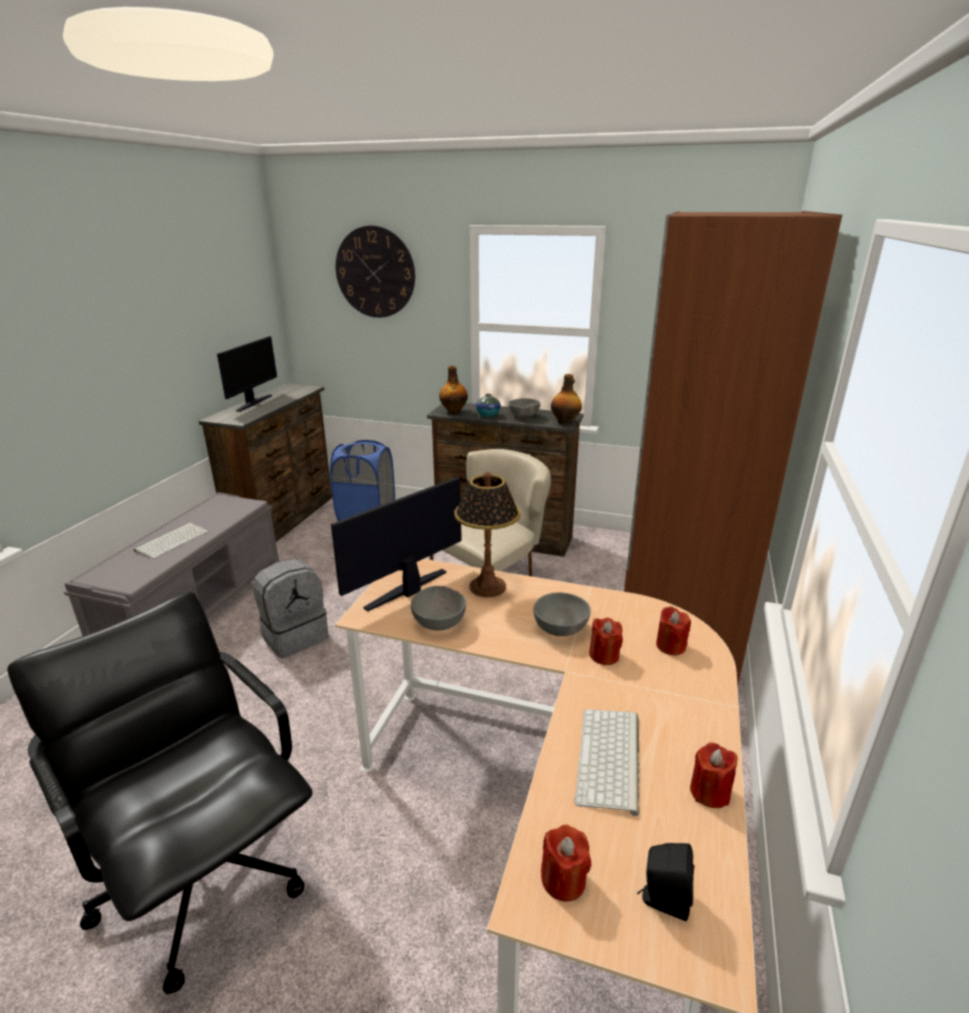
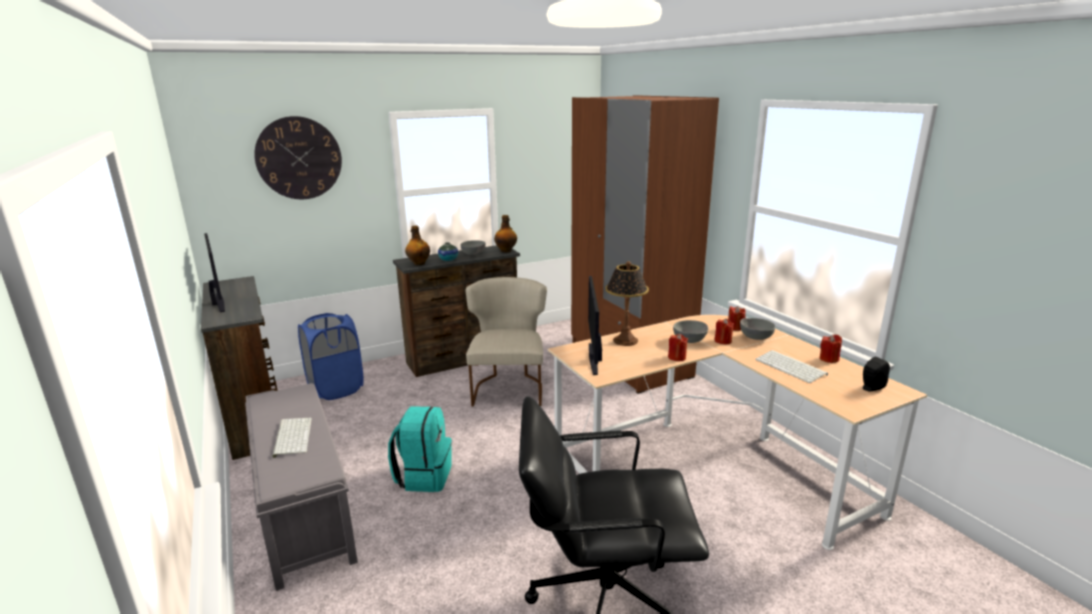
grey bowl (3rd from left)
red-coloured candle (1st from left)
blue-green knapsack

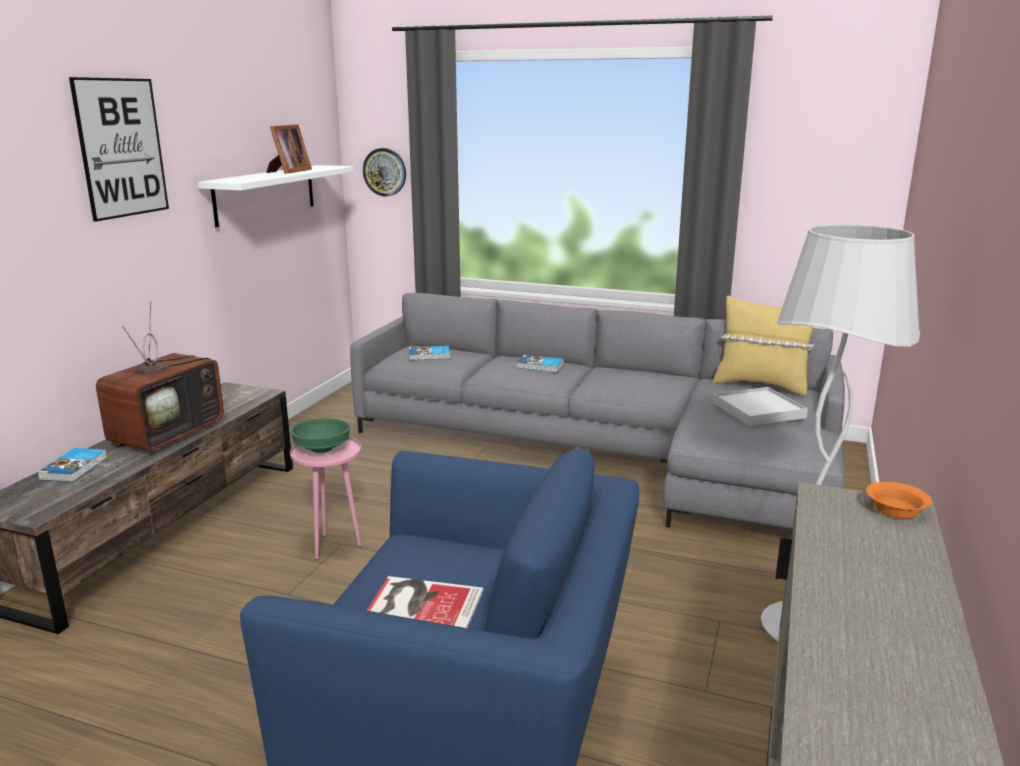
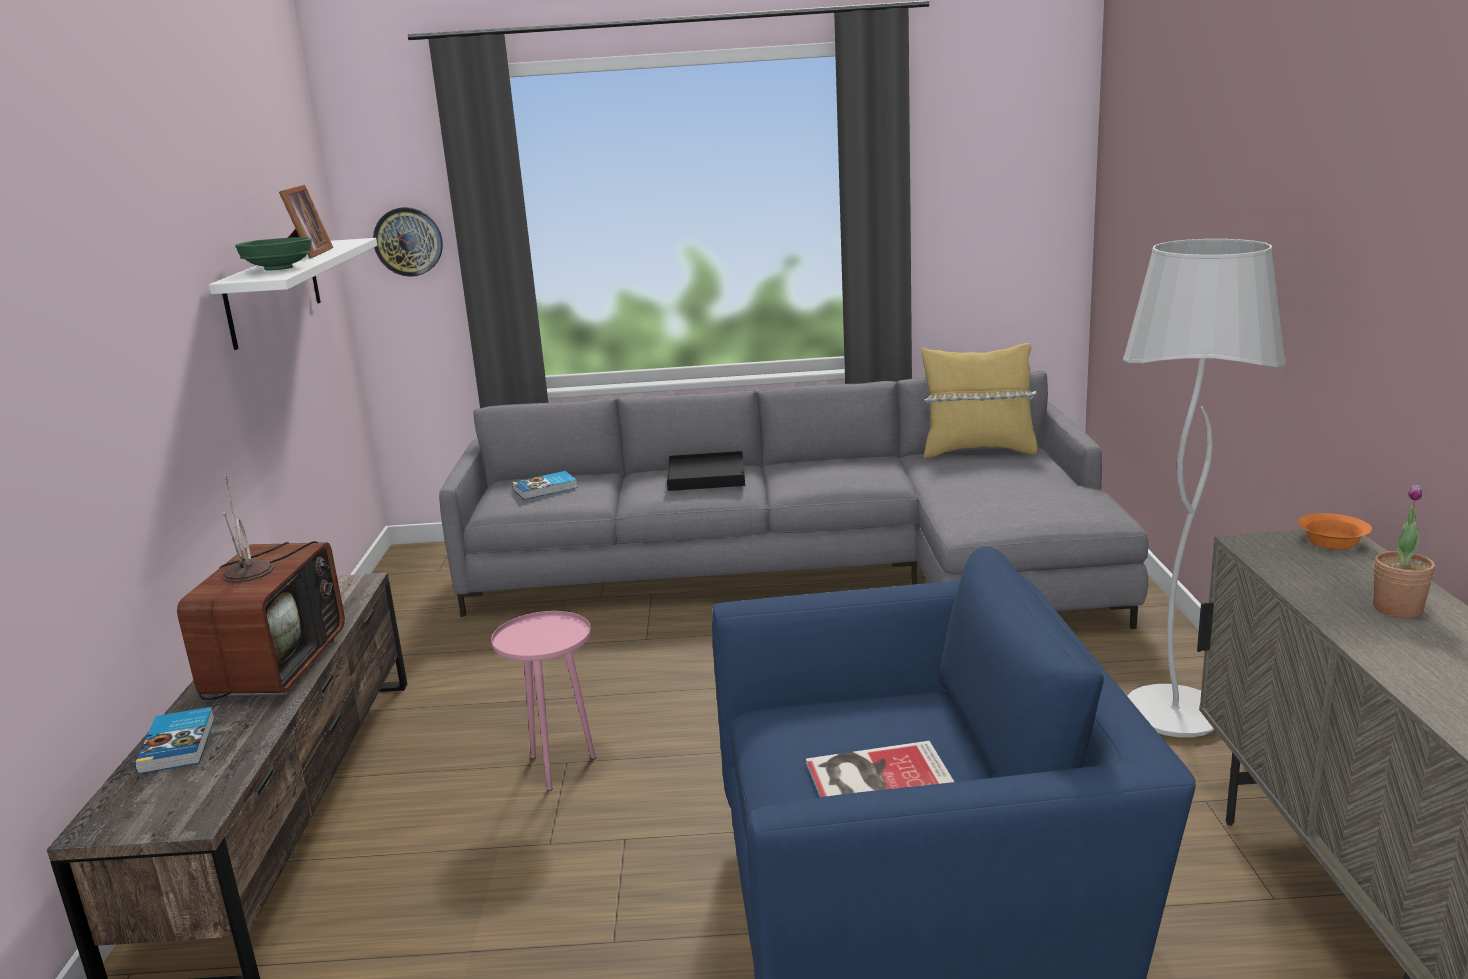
wall picture
white tray
plant in a pot
green bowl
black-coloured tray

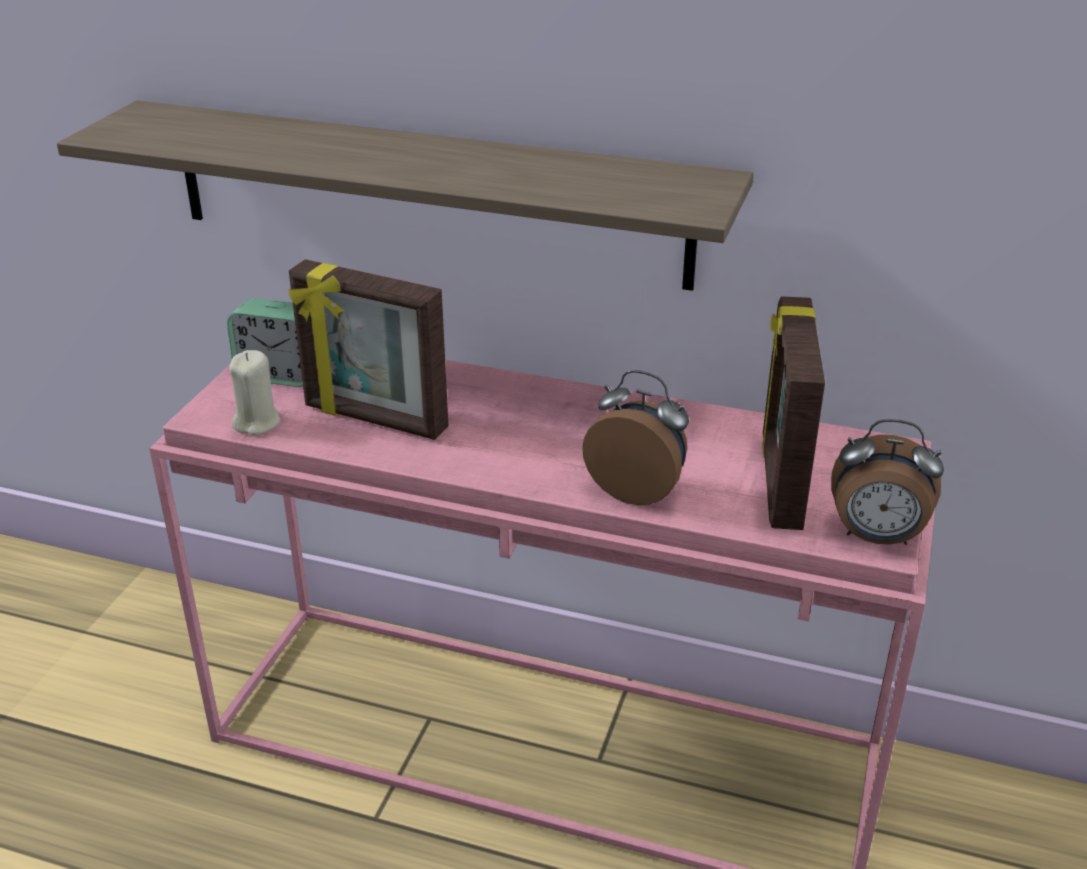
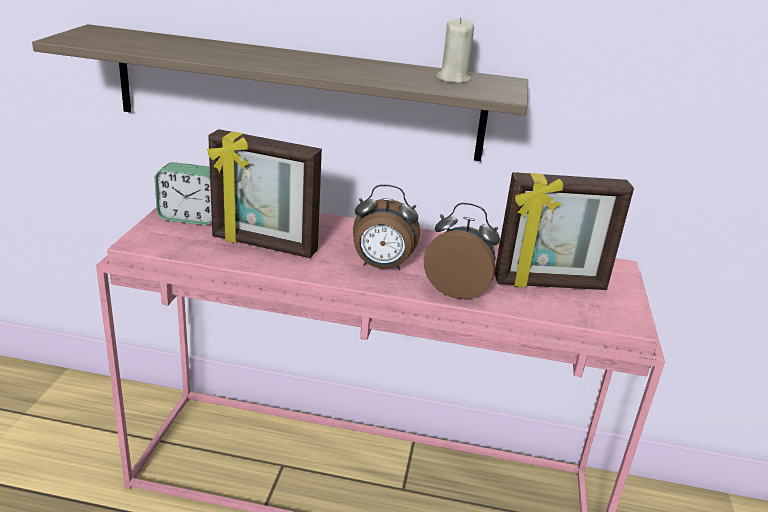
beige-coloured candle
table clock (2nd from left)
standing frame (2nd from left)

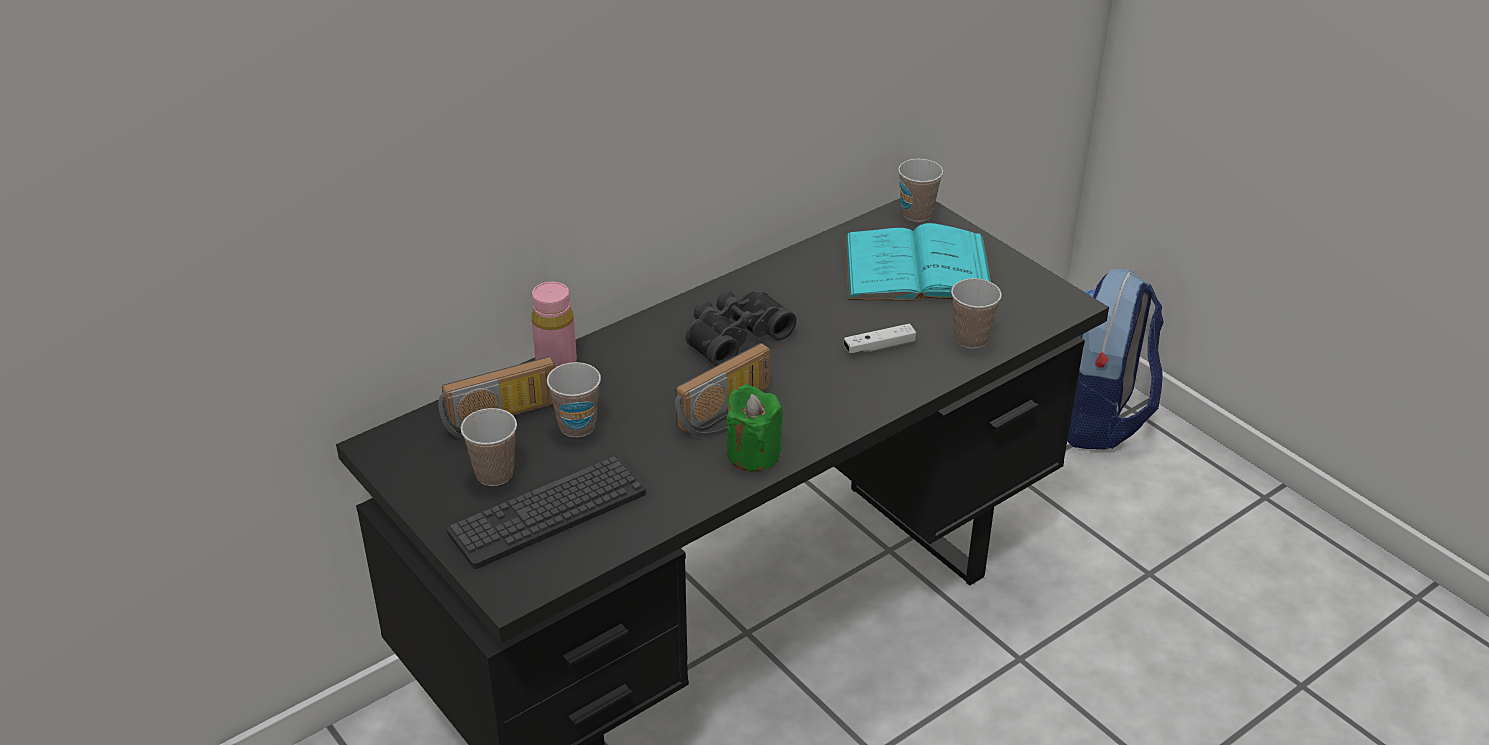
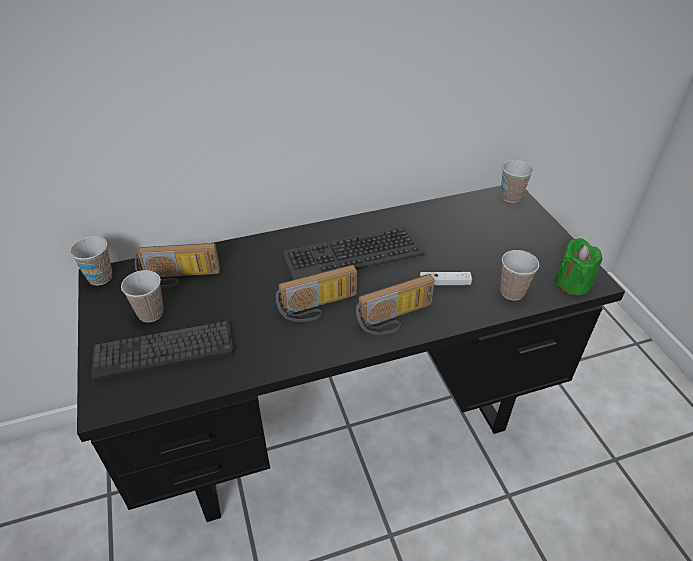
pinkish bottle
blue-green bound book
knapsack
radio receiver (3rd from left)
drinking cup (1st from left)
green candle
PC keyboard (2nd from left)

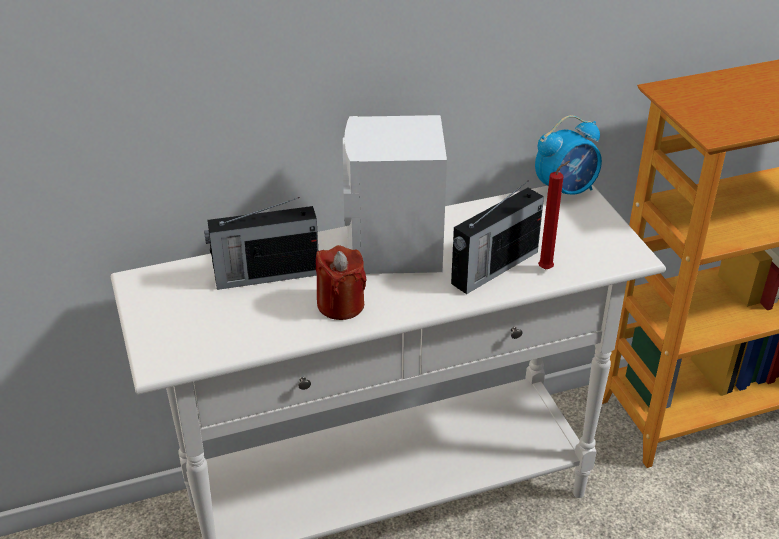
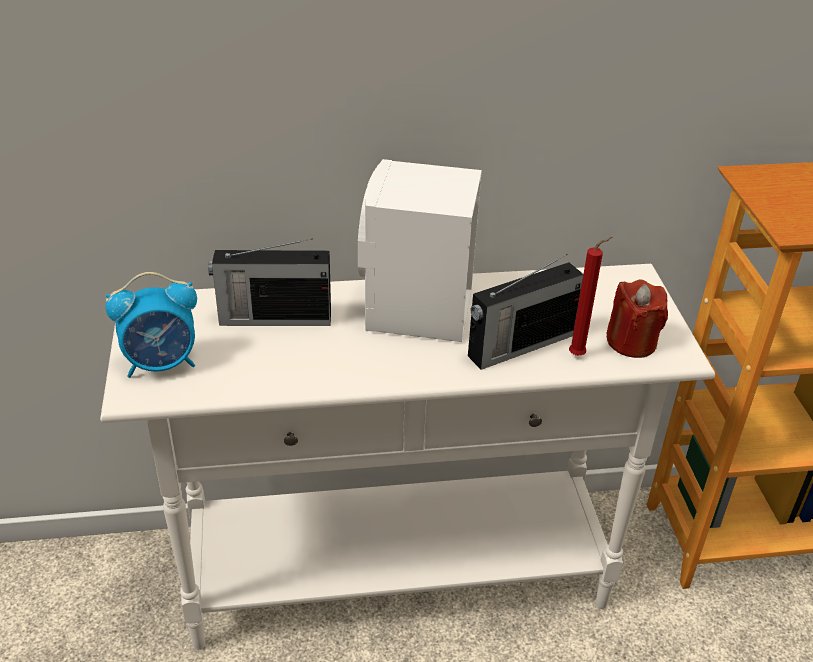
red-coloured candle (2nd from left)
table clock

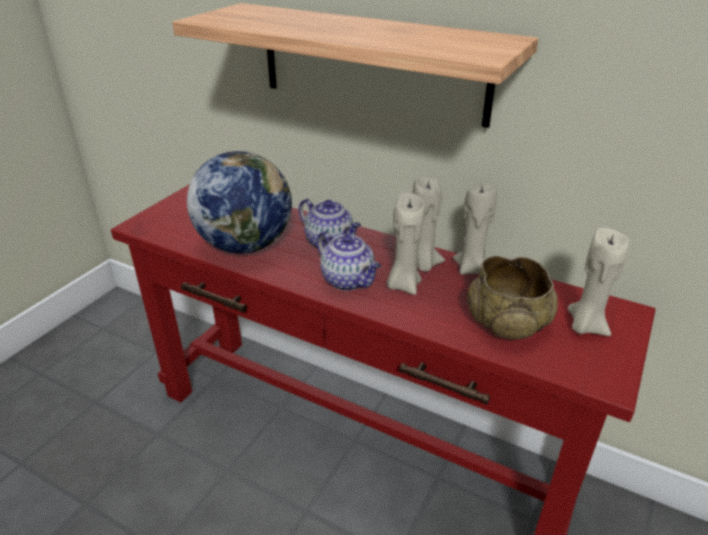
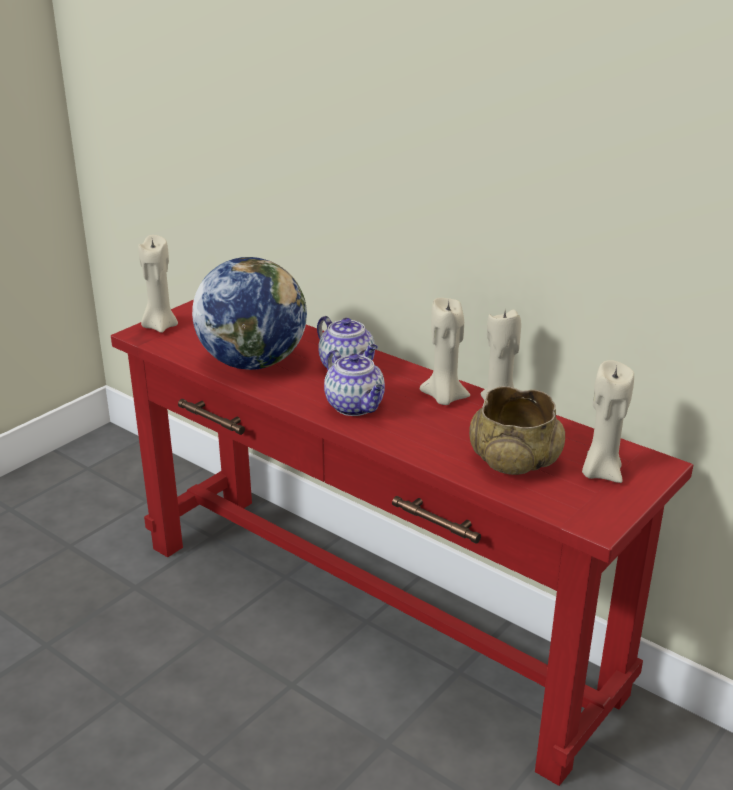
wall shelf
beige-coloured candle (1st from left)

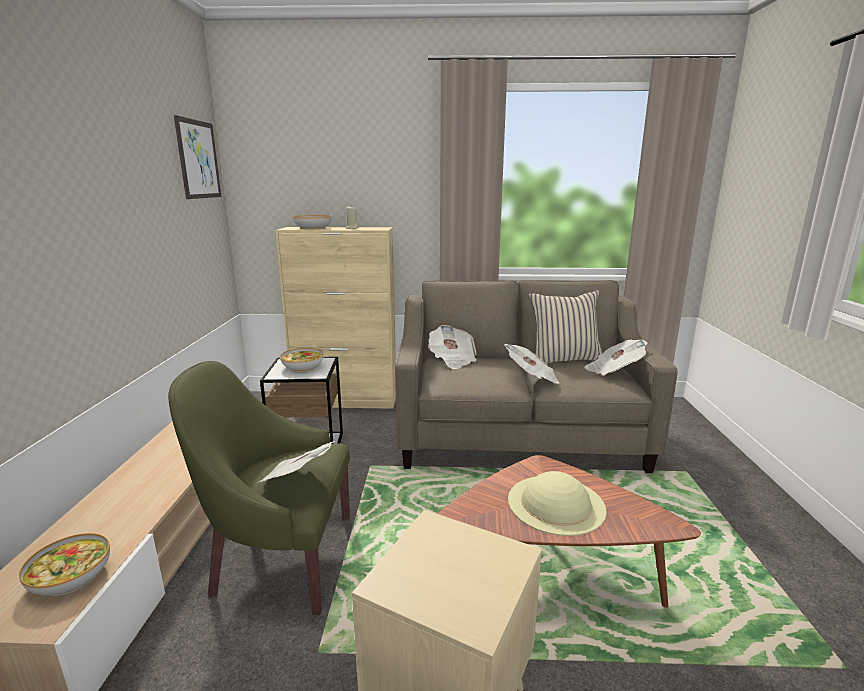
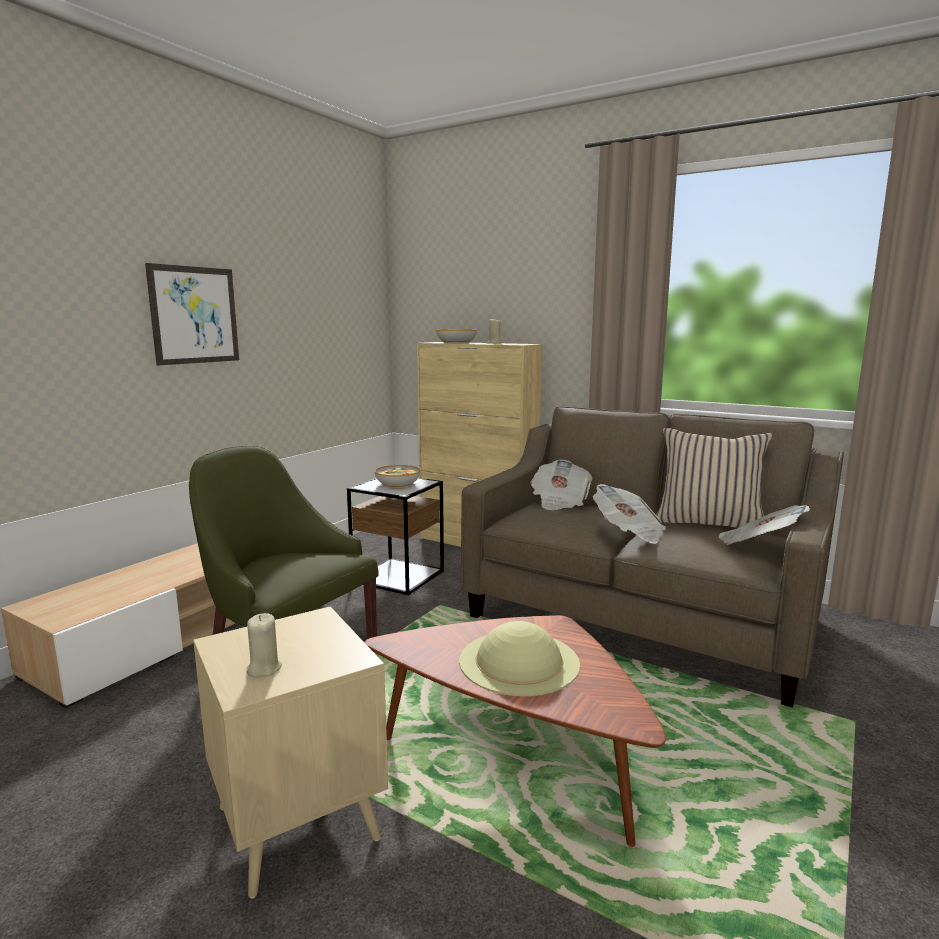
bowl (1st from left in the first image)
printed paper (1st from left in the first image)
beige-coloured candle (1st from left)
wall picture

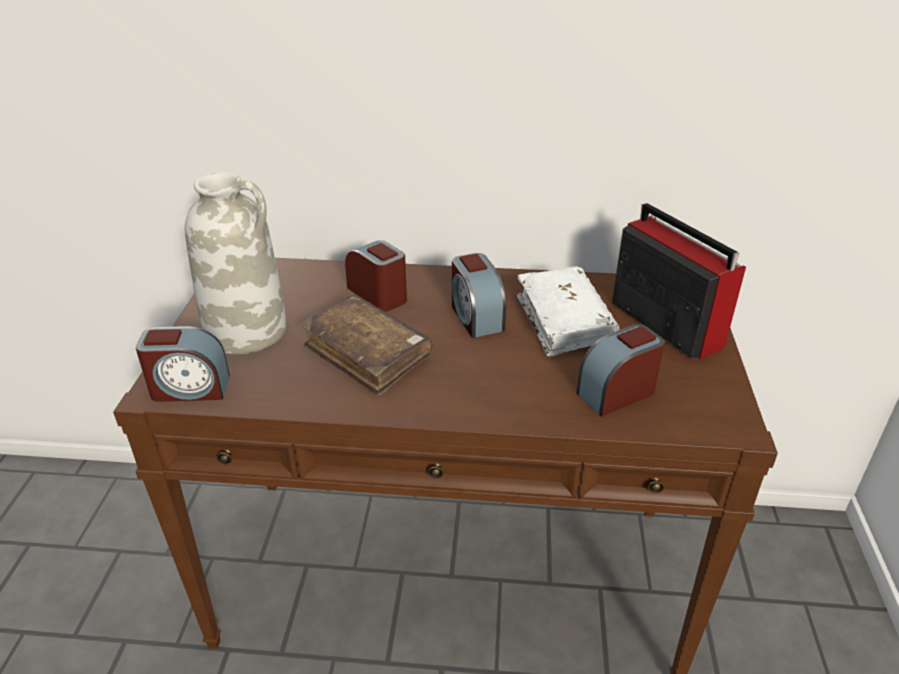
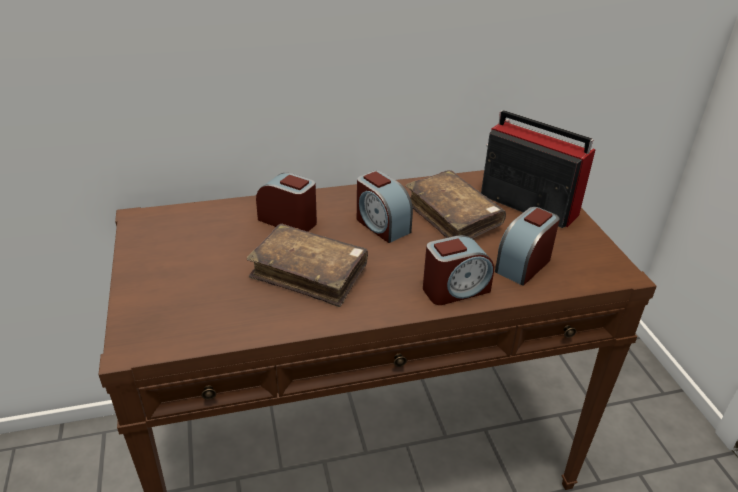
white vase
table clock (3rd from left)
brown bound book (2nd from left)

